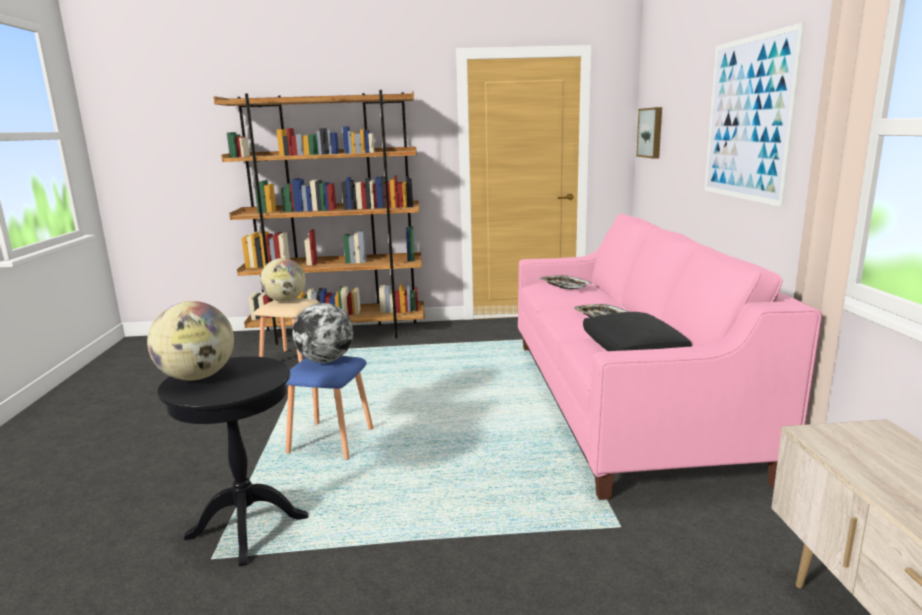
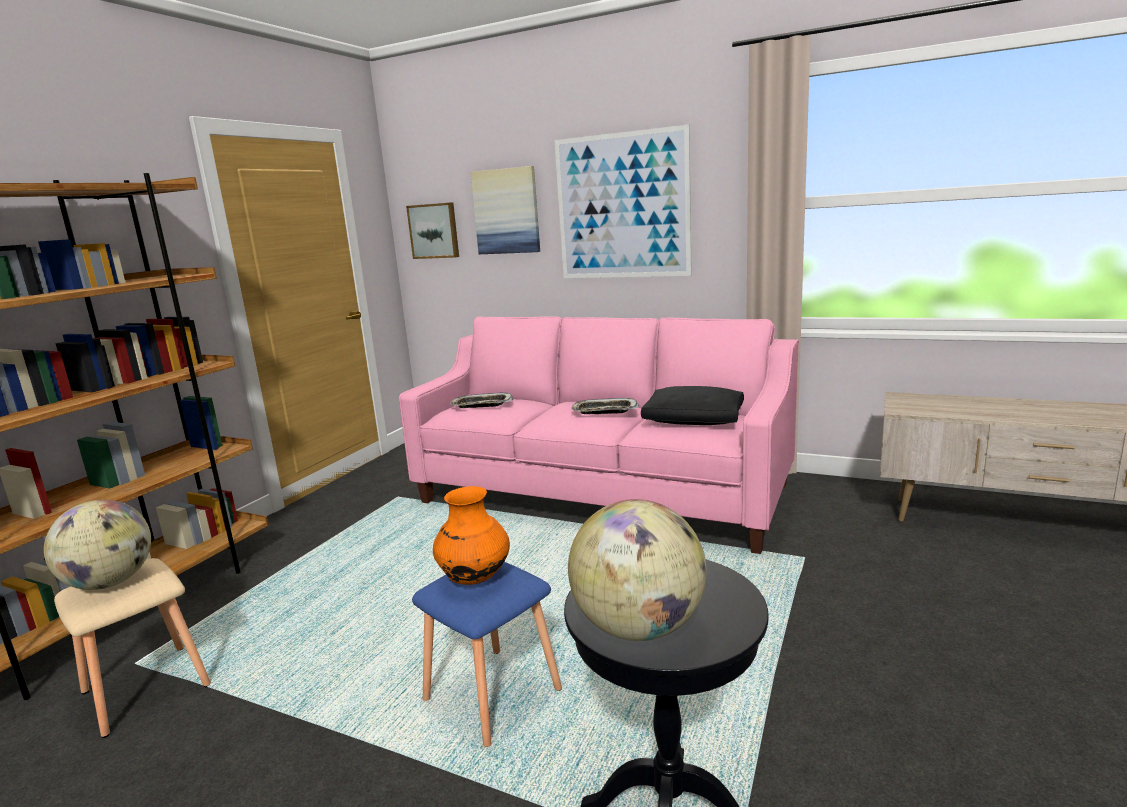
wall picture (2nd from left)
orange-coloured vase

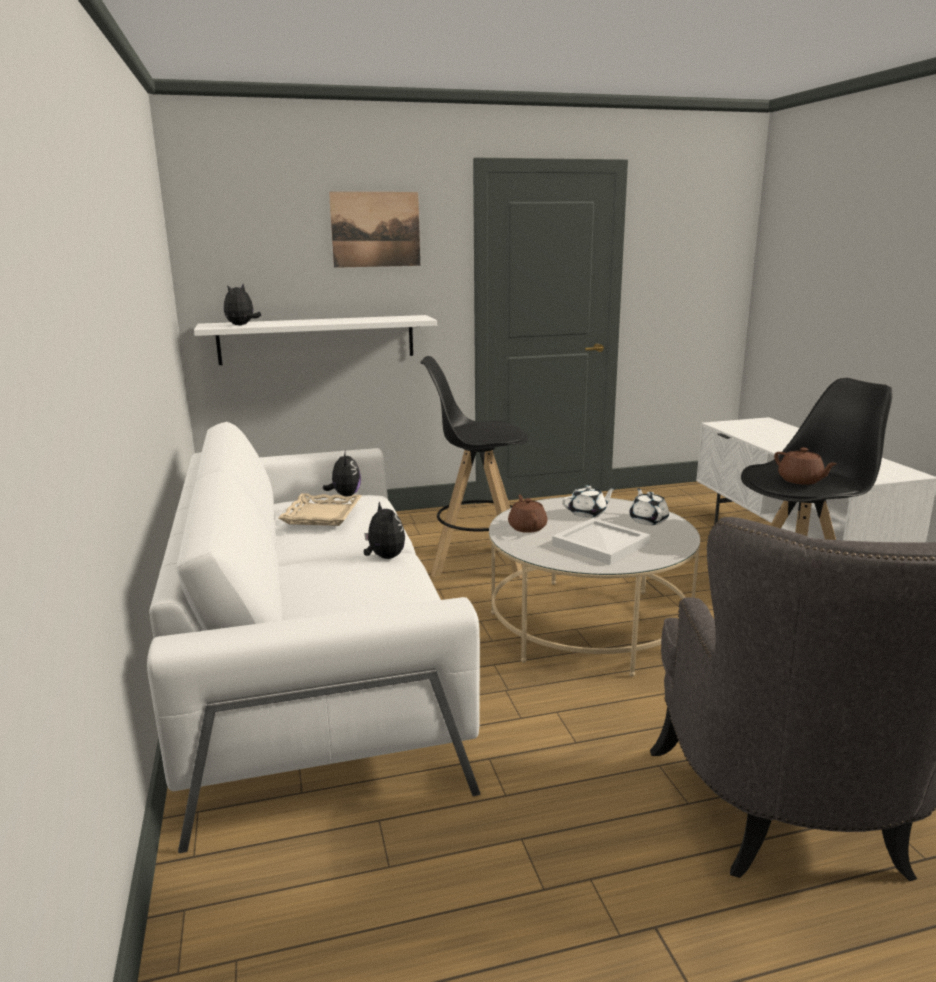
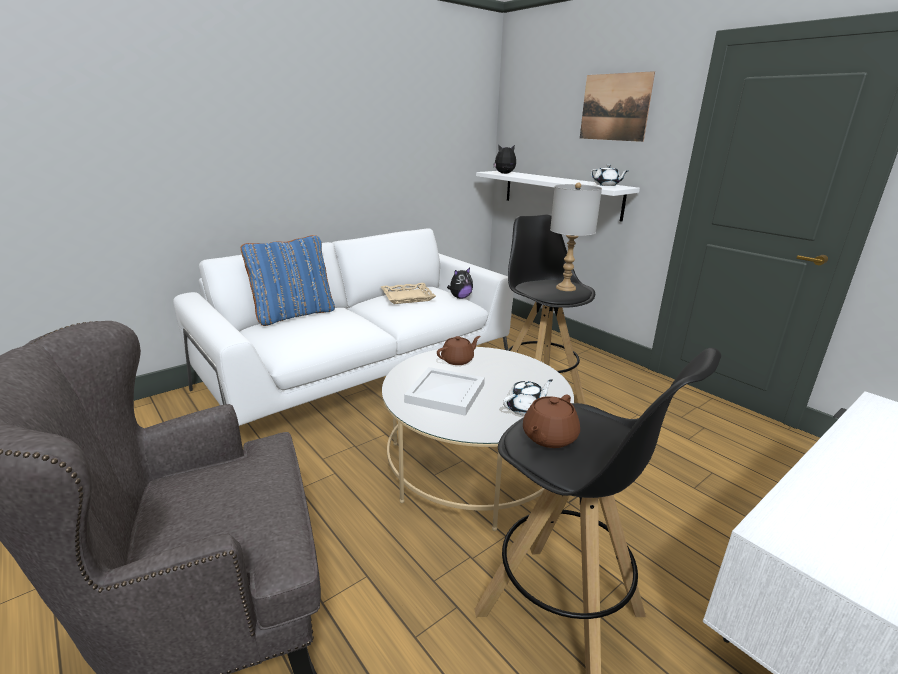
plush toy (3rd from left in the first image)
bluish throw pillow
grey lamp for a table
white tea pot (2nd from left)

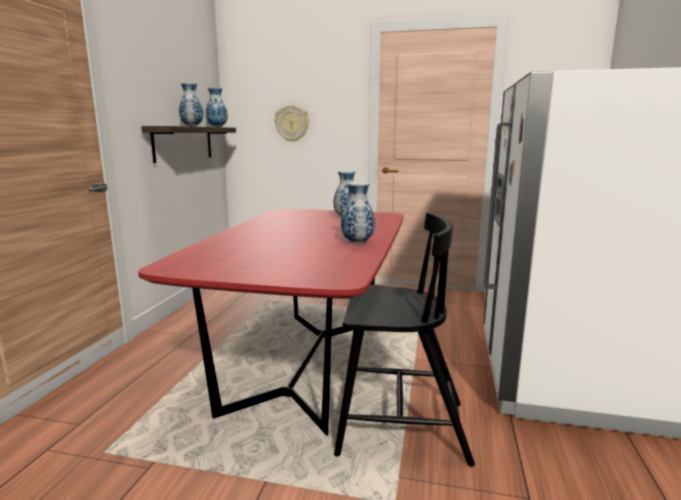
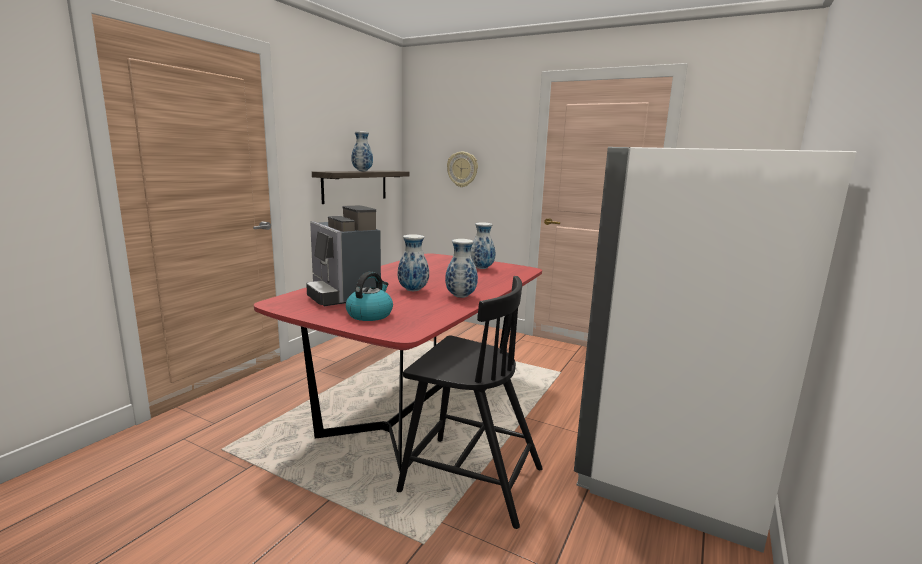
coffee machine
kettle
vase (2nd from left)

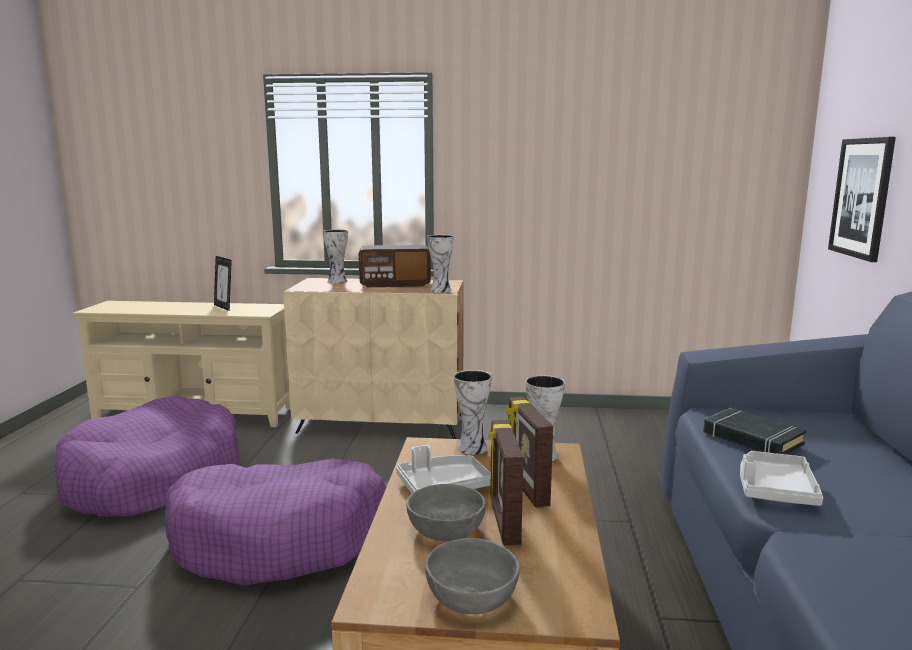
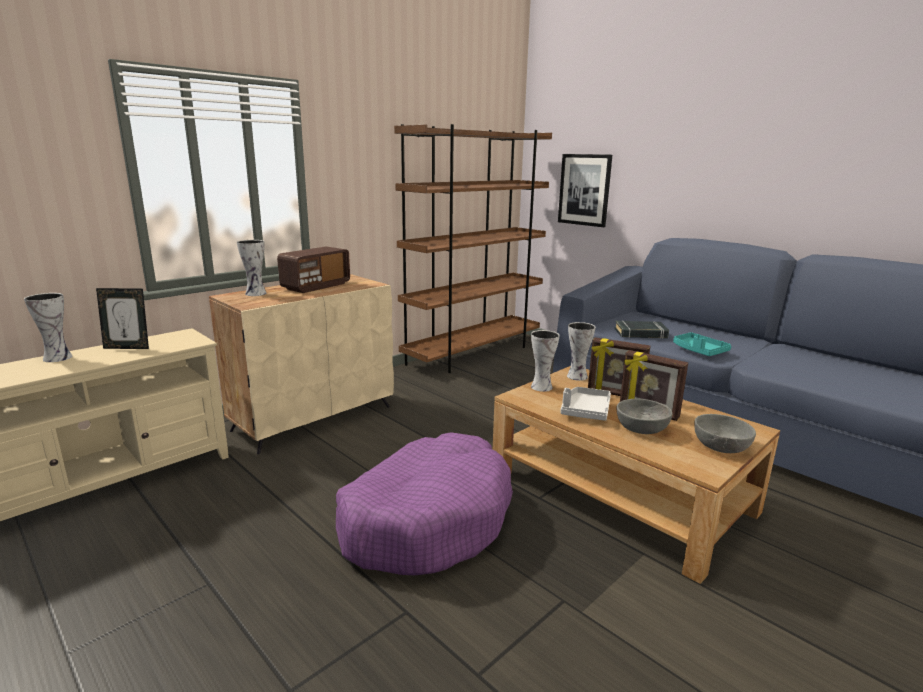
purple-coloured dog bed (1st from left in the first image)
brown bookcase
vase (1st from left)
blue-green tray

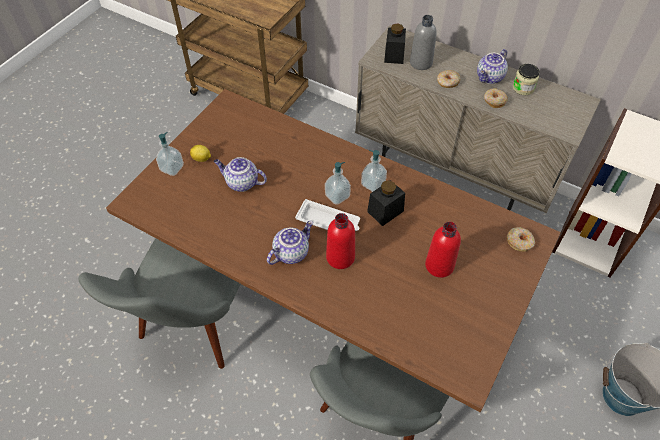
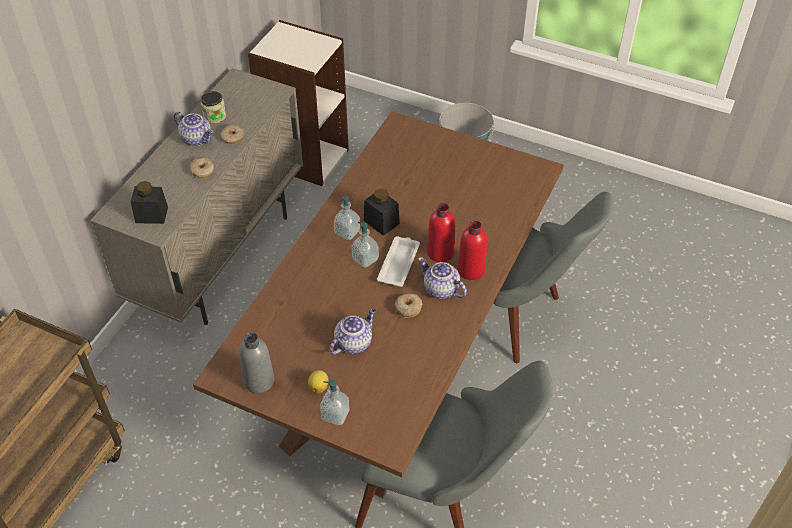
grey bottle
red-coloured bottle (2nd from left)
ring doughnut (3rd from left)
tea pot (2nd from left)

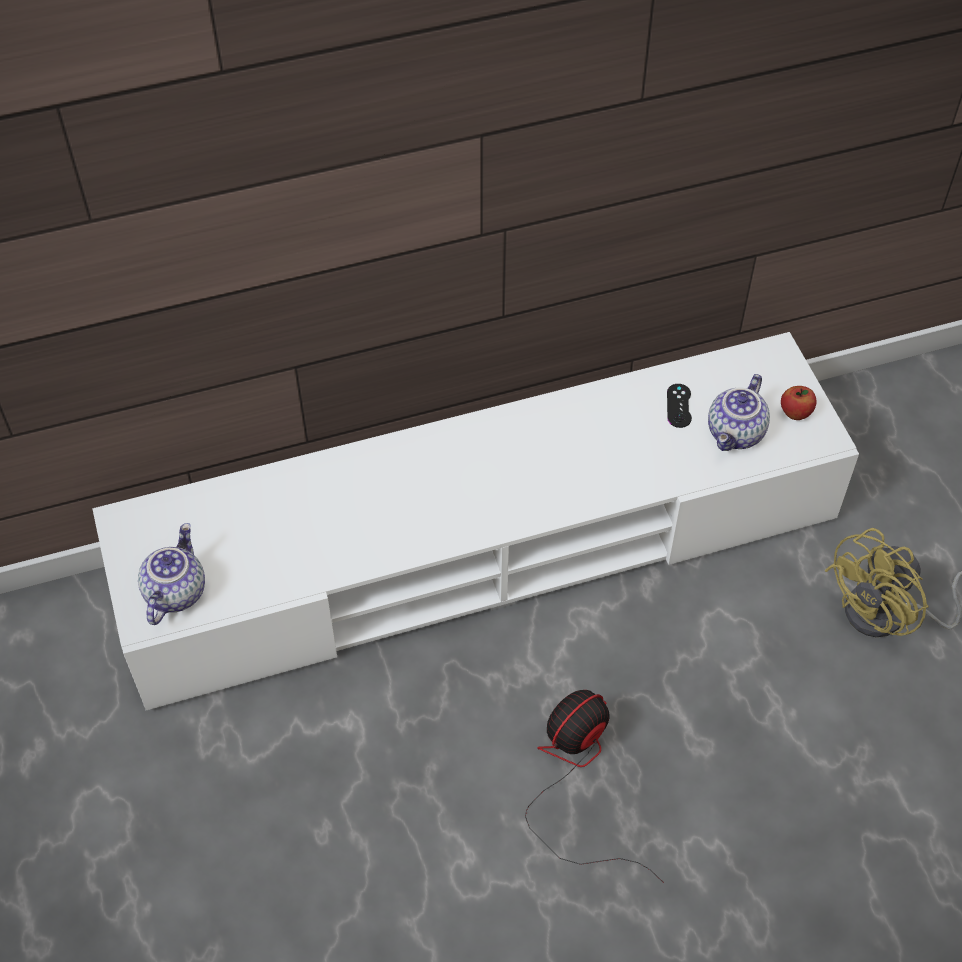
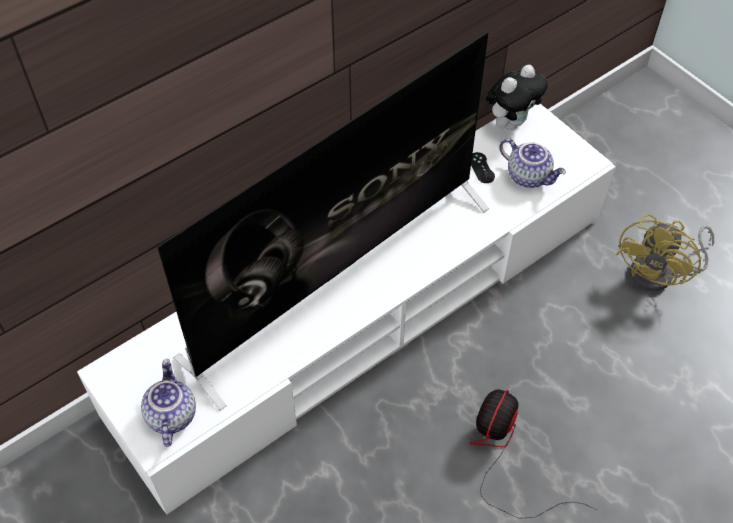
whole apple
television
plush toy
tea pot (2nd from left)

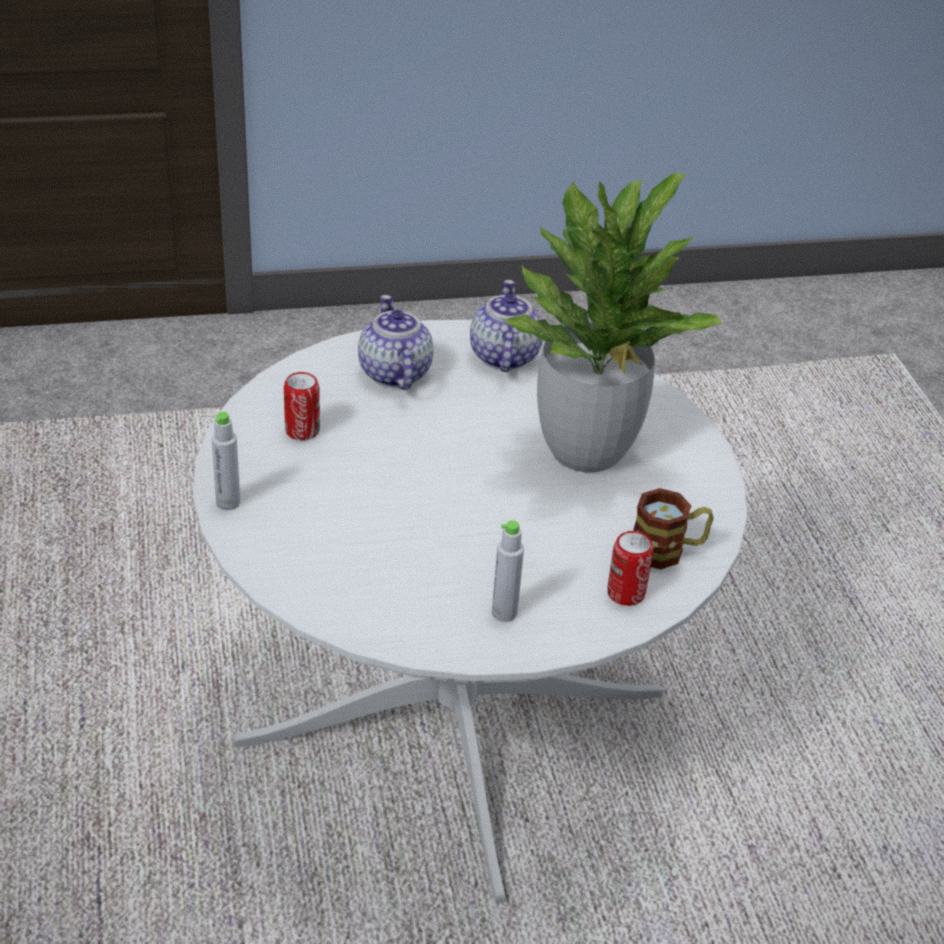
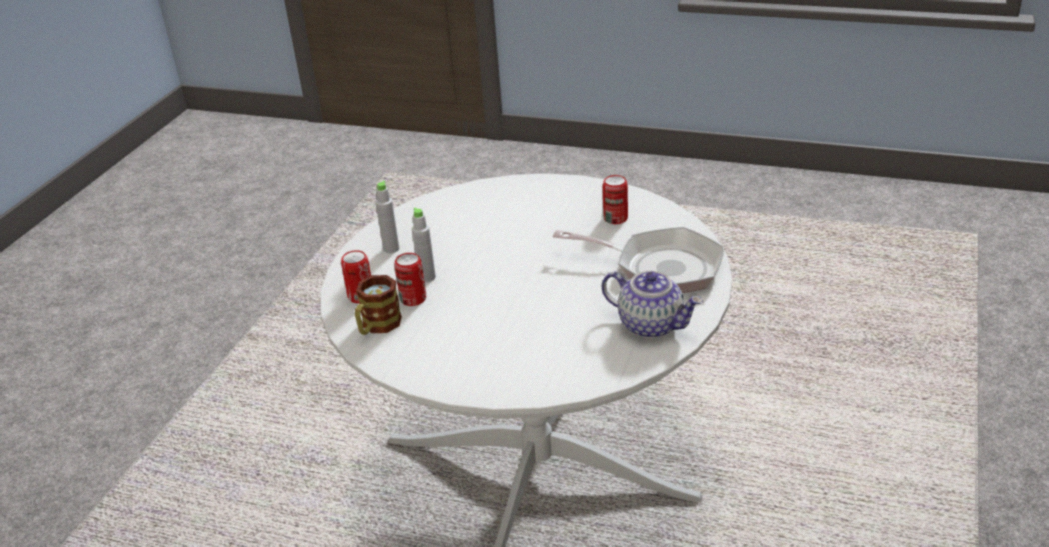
plant in a pot
sealed can (2nd from left)
grey bottle (2nd from left)
pan

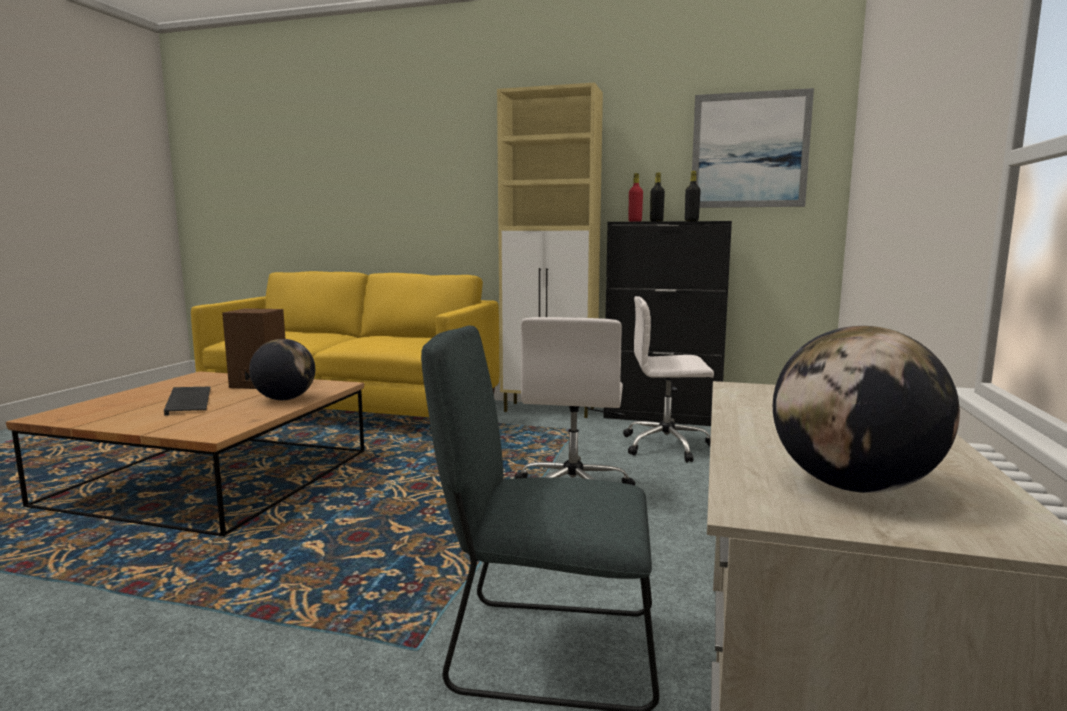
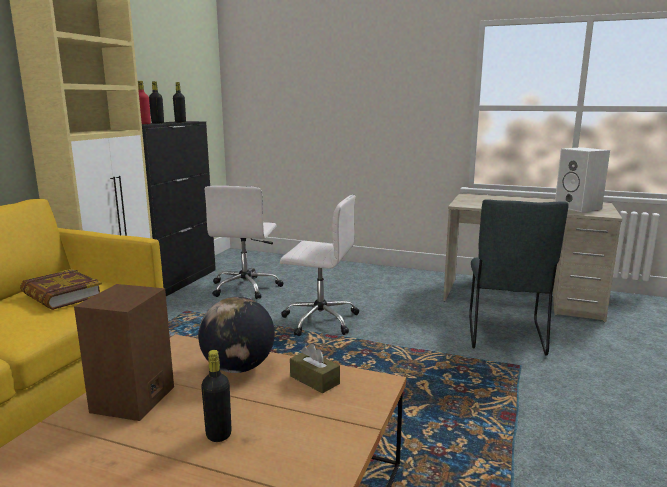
wall picture
bound book
brown box of tissues
black-coloured bottle (3rd from left)
white audio speaker

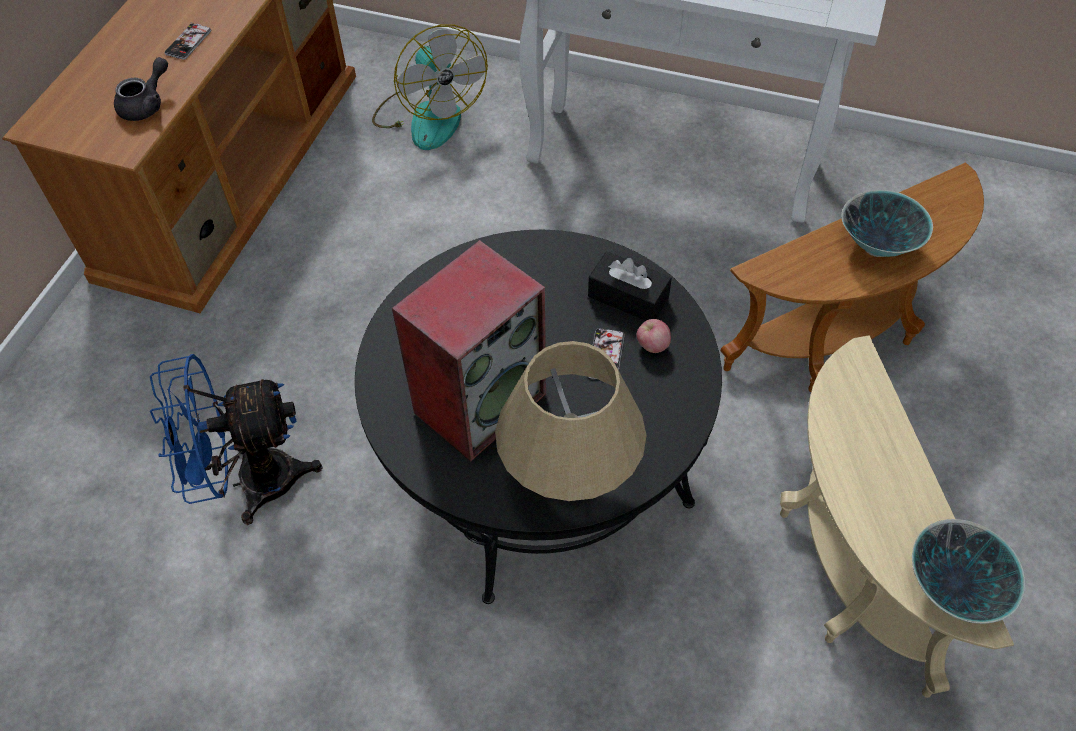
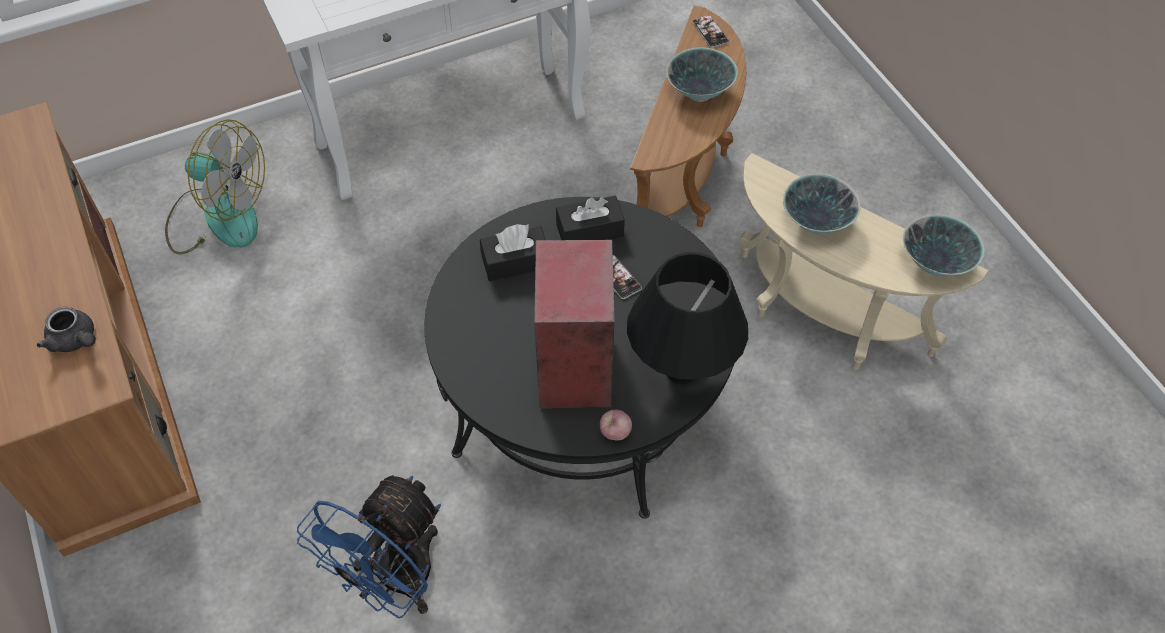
black-coloured box of tissues (1st from left)
bowl (2nd from left)
phone (2nd from left)
whole apple
black-coloured lamp for a table
grey tea pot

